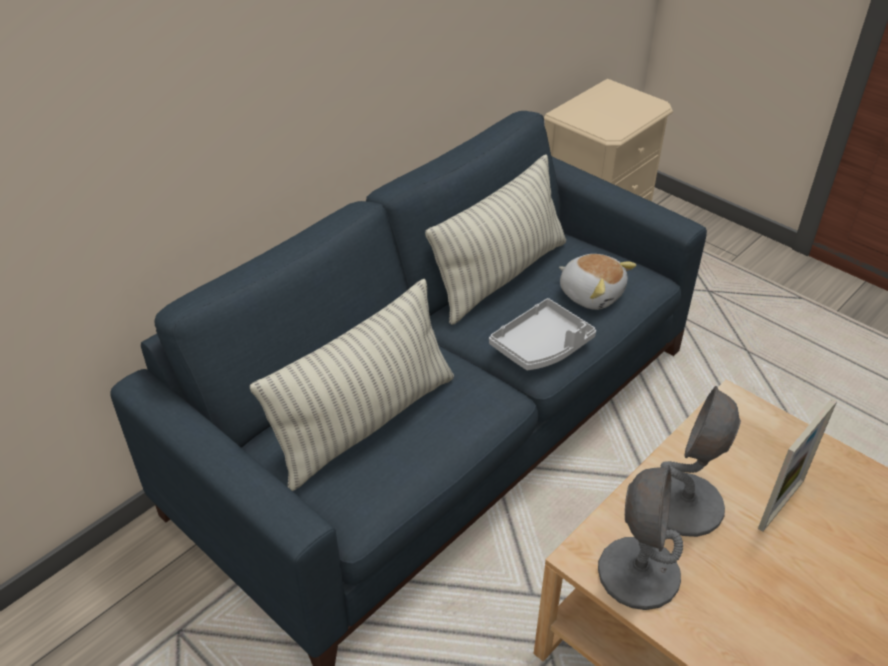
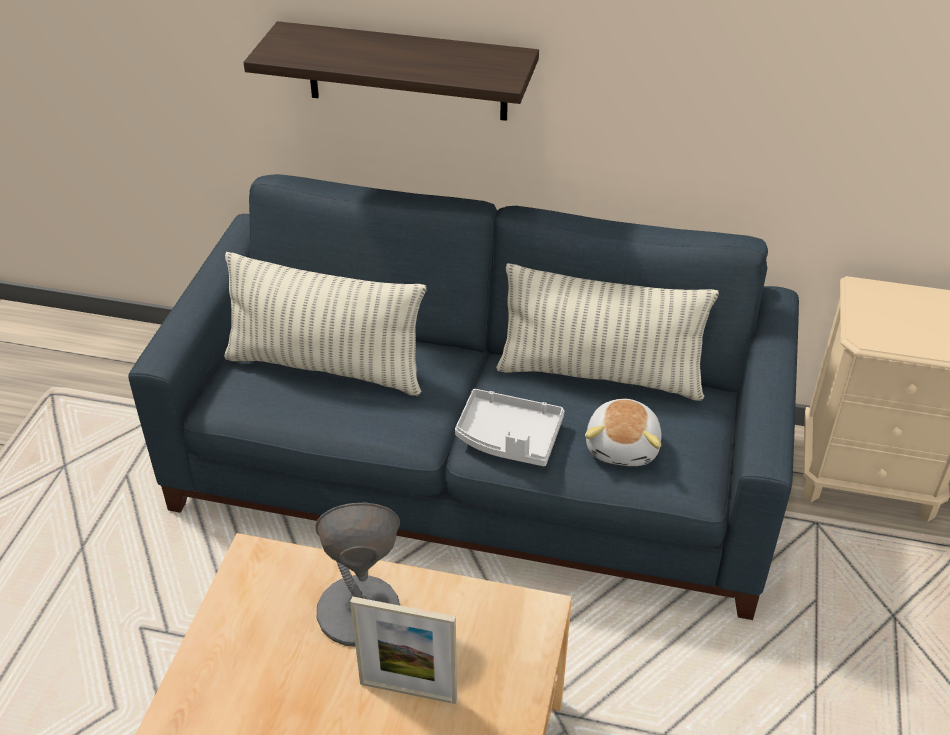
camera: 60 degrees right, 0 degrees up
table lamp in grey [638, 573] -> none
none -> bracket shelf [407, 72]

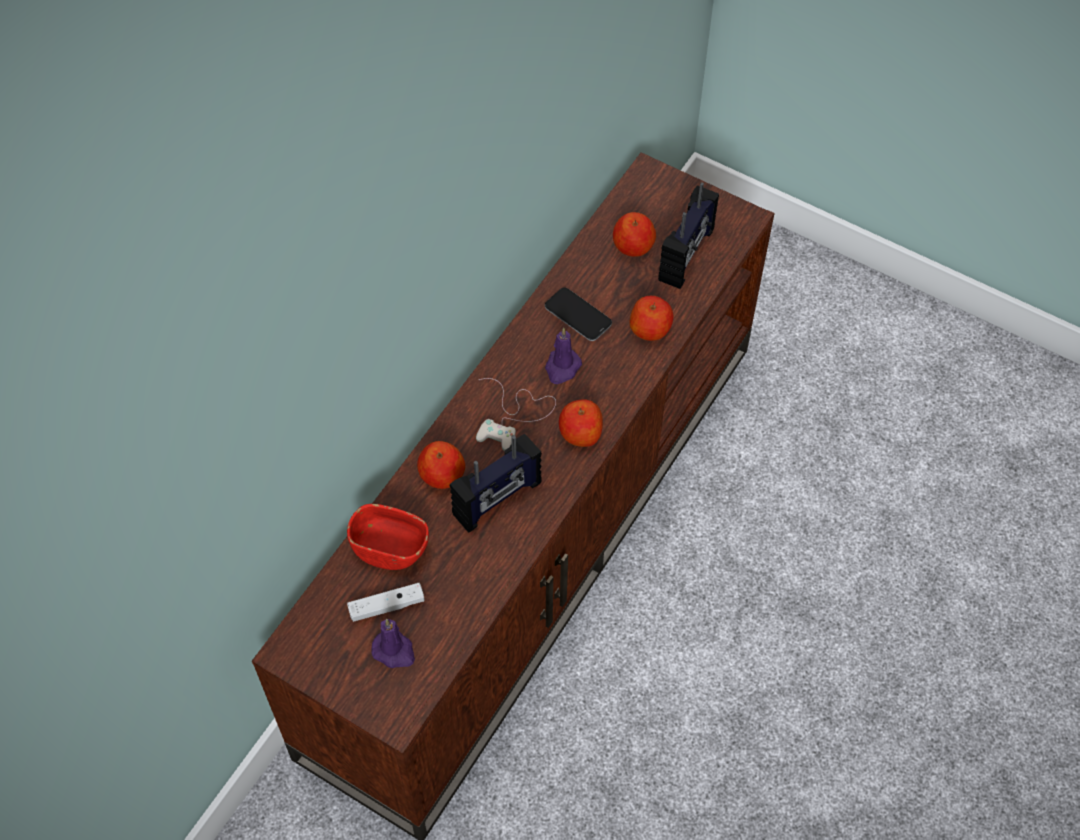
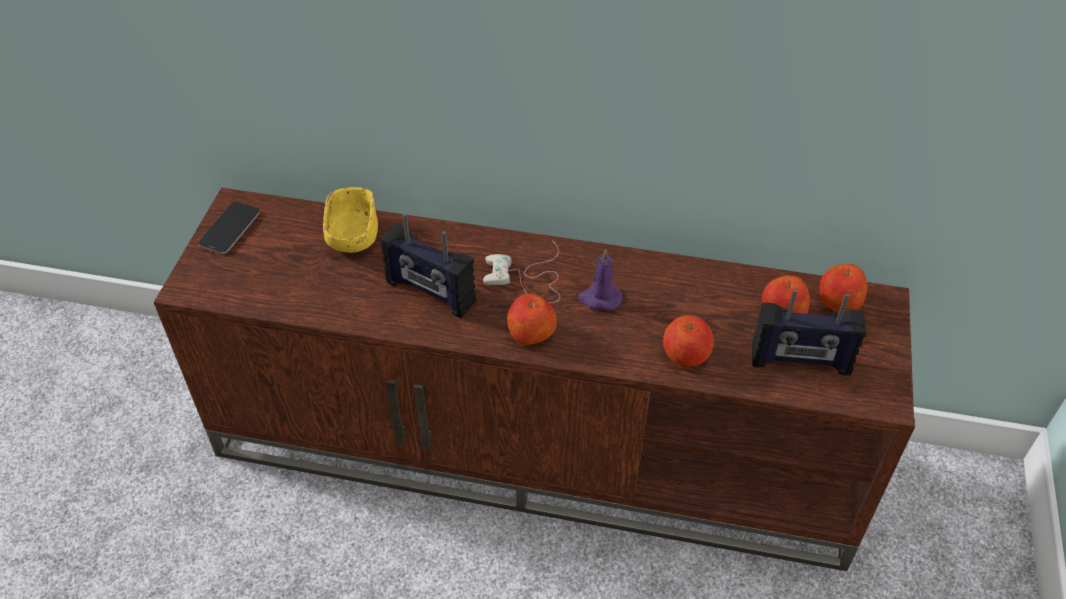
camera: 70 degrees right, 10 degrees down
game controller in white-coloured [386, 606] -> none
candle in purplish [394, 651] -> none
whole apple [442, 475] -> whole apple [838, 301], move
handset [578, 315] -> handset [229, 229], move
bowl in red [390, 548] -> bowl in yellow-coloured [353, 236]

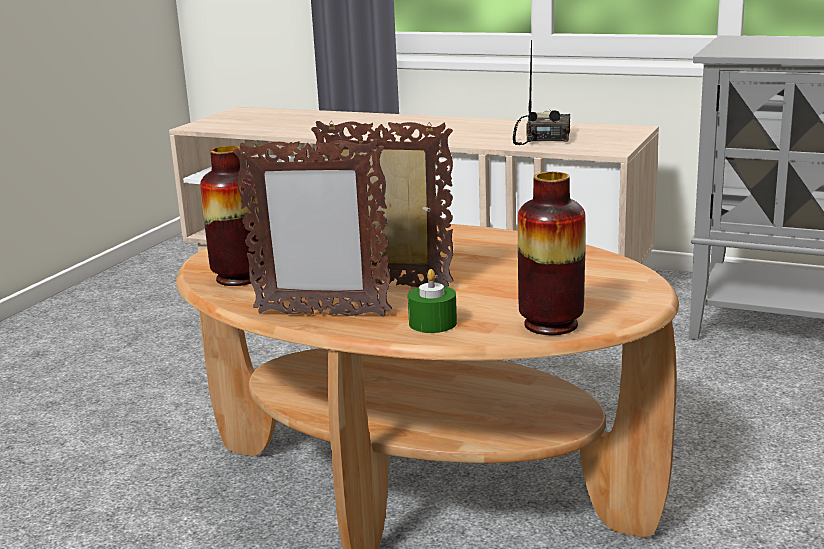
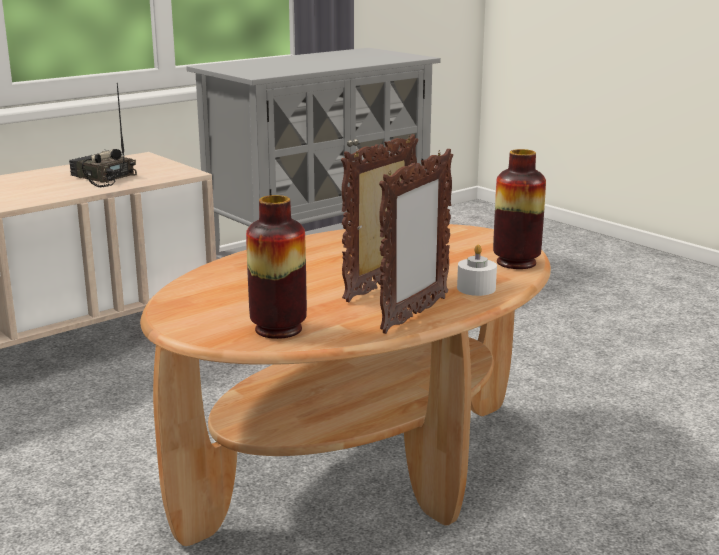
camera: 65 degrees left, 0 degrees up
candle in green [432, 323] -> candle in white-coloured [476, 288]

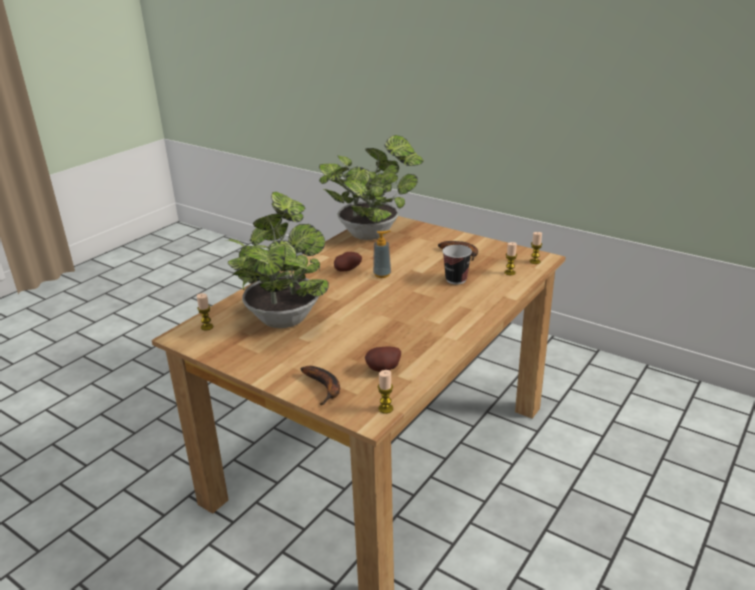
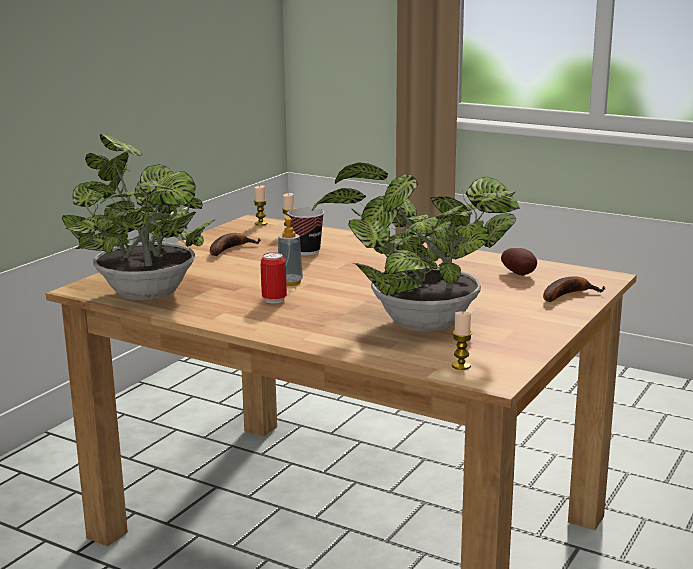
camera: 95 degrees left, 10 degrees down
candle [385, 408] -> none
potato [347, 270] -> can [274, 300]

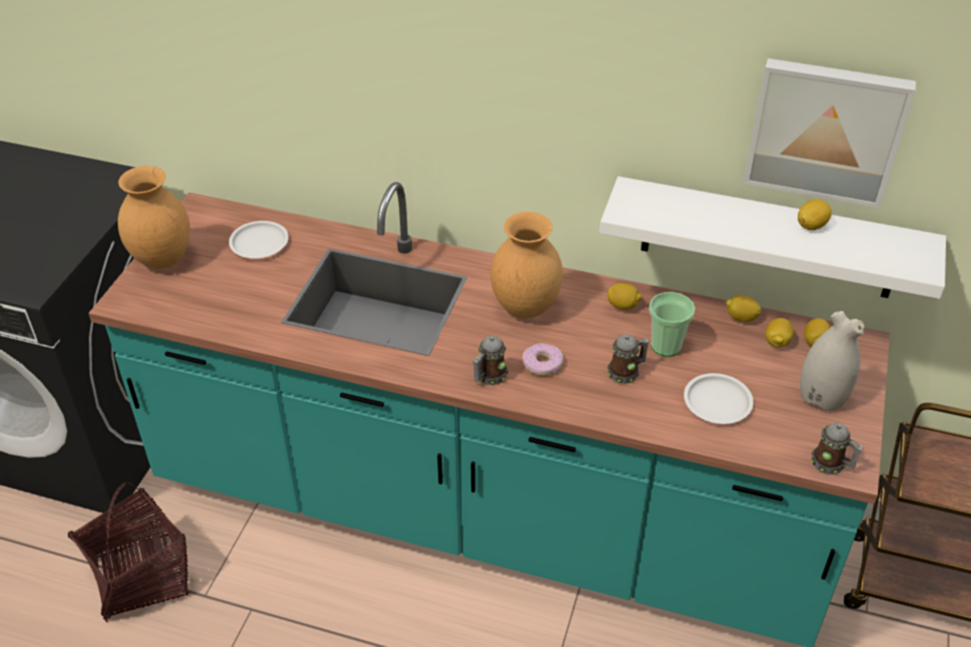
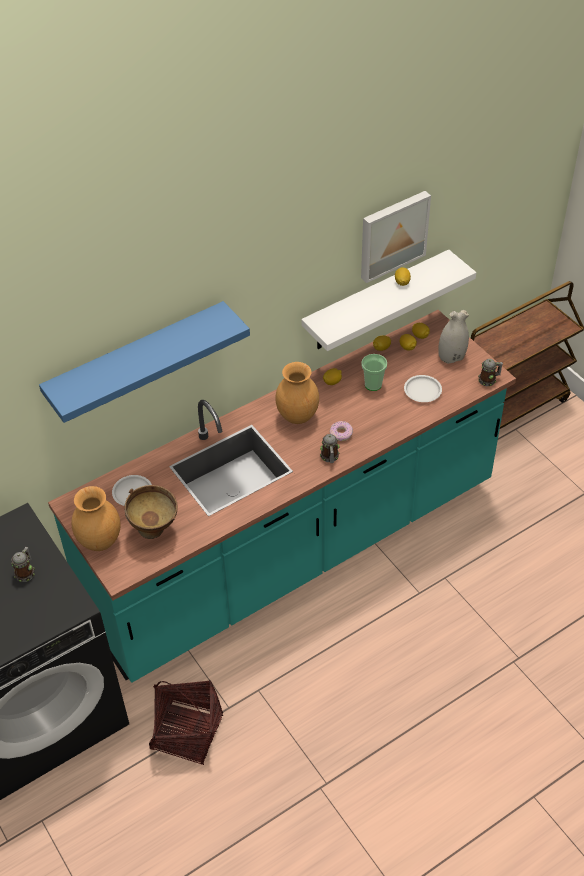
camera: 50 degrees left, 5 degrees up
none -> bracket shelf in blue-coloured [137, 361]
none -> bowl in brown [156, 531]
mug [626, 372] -> mug [26, 572], move

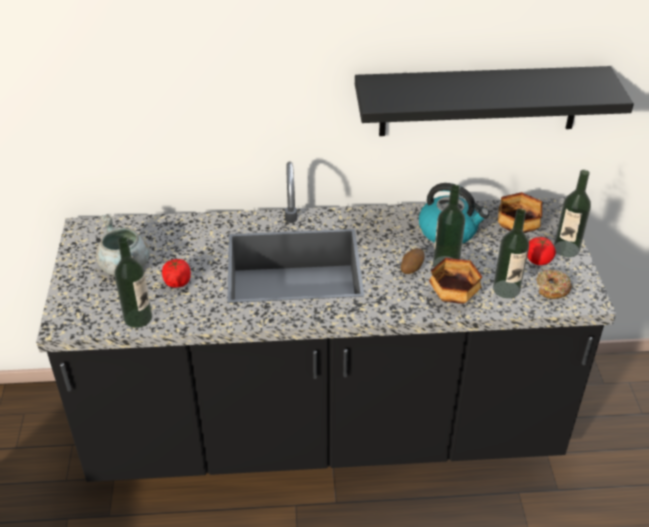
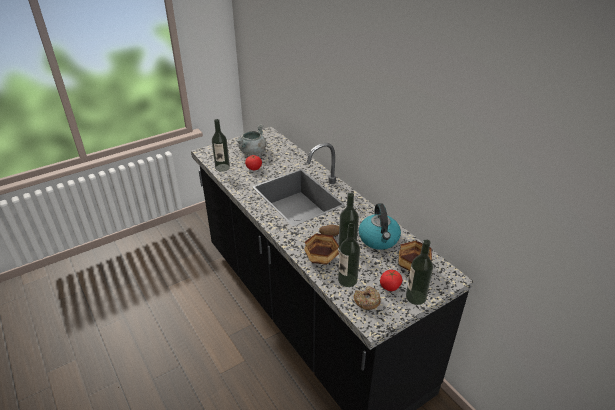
camera: 60 degrees right, 5 degrees down
bracket shelf in blackish [479, 101] -> none

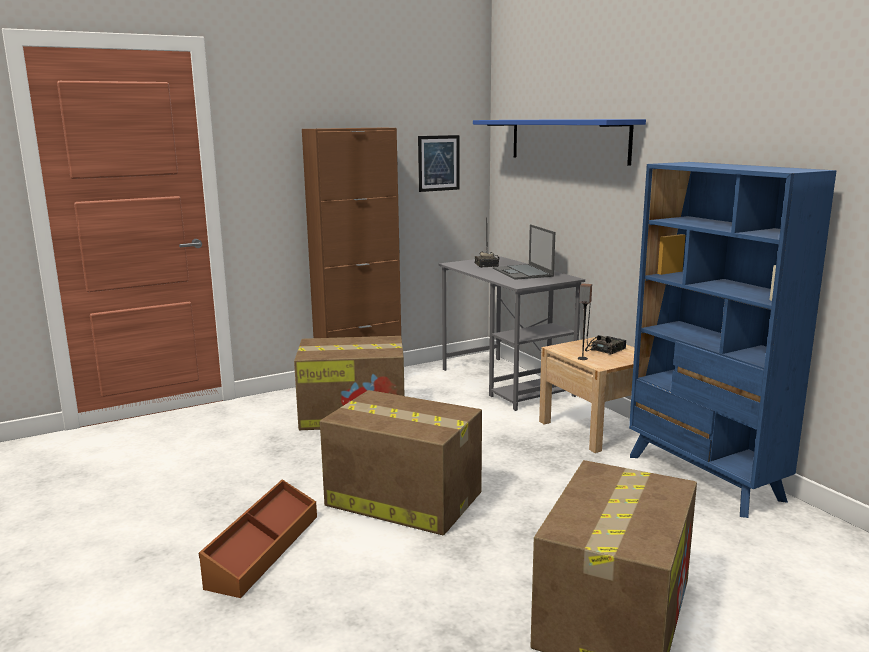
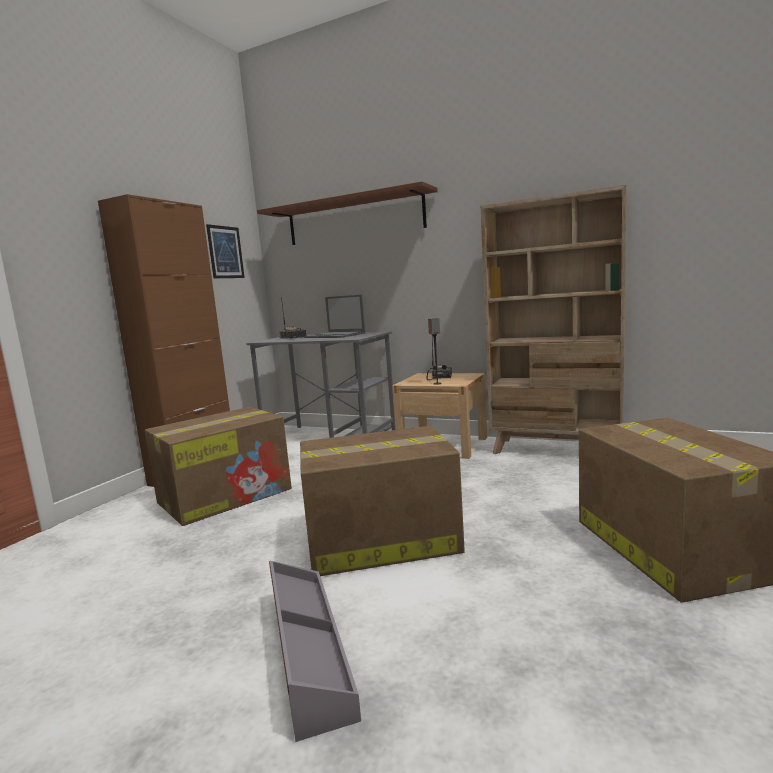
camera: 35 degrees left, 5 degrees down
storage box in brown [262, 550] -> storage box in grey [307, 652]
bracket shelf in blue-coloured [567, 140] -> bracket shelf in brown [354, 219]
bookcase in blue-coloured [703, 478] -> bookcase in sand-coloured [556, 450]

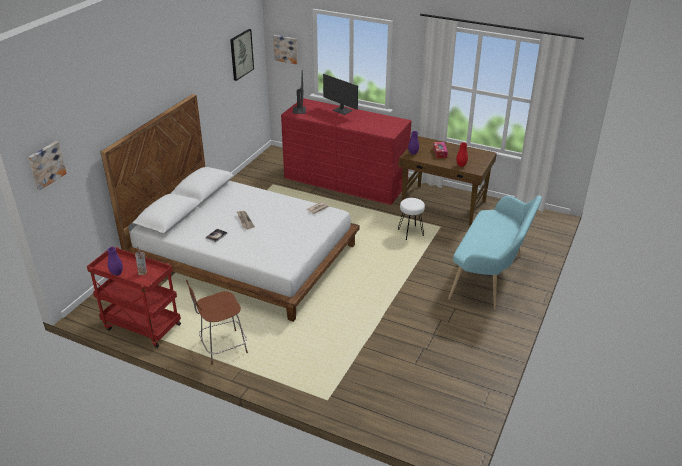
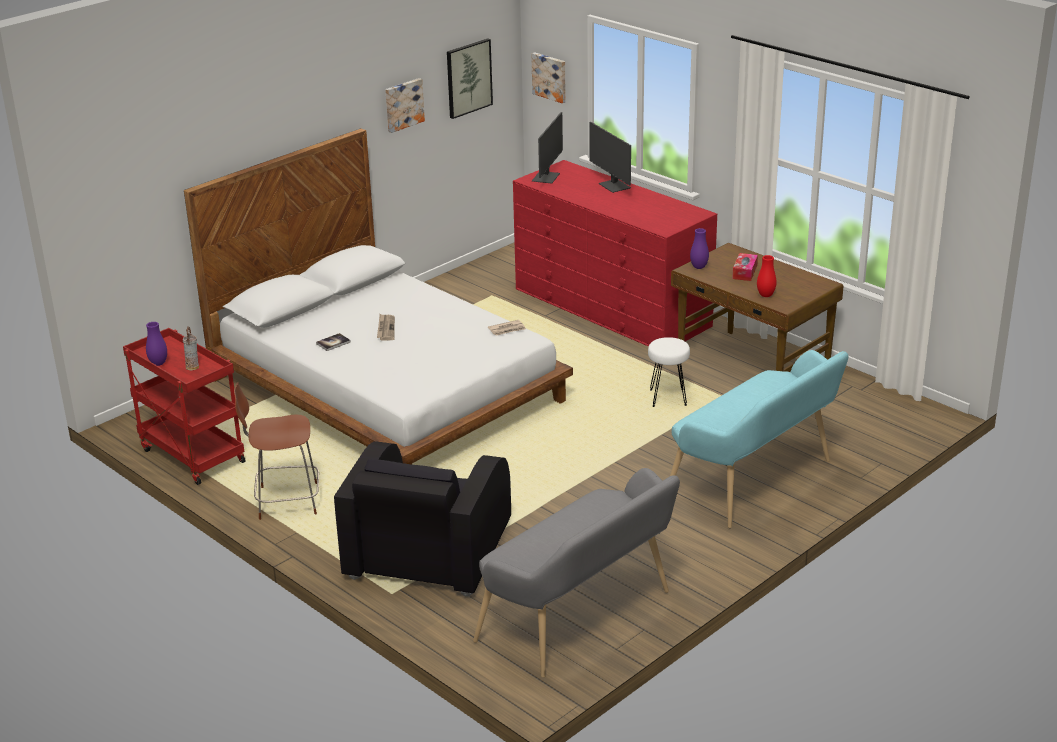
camera: 20 degrees right, 5 degrees down
none -> armchair in blackish [428, 552]
none -> long seat in grey [582, 619]
wall picture [46, 164] -> wall picture [403, 104], move

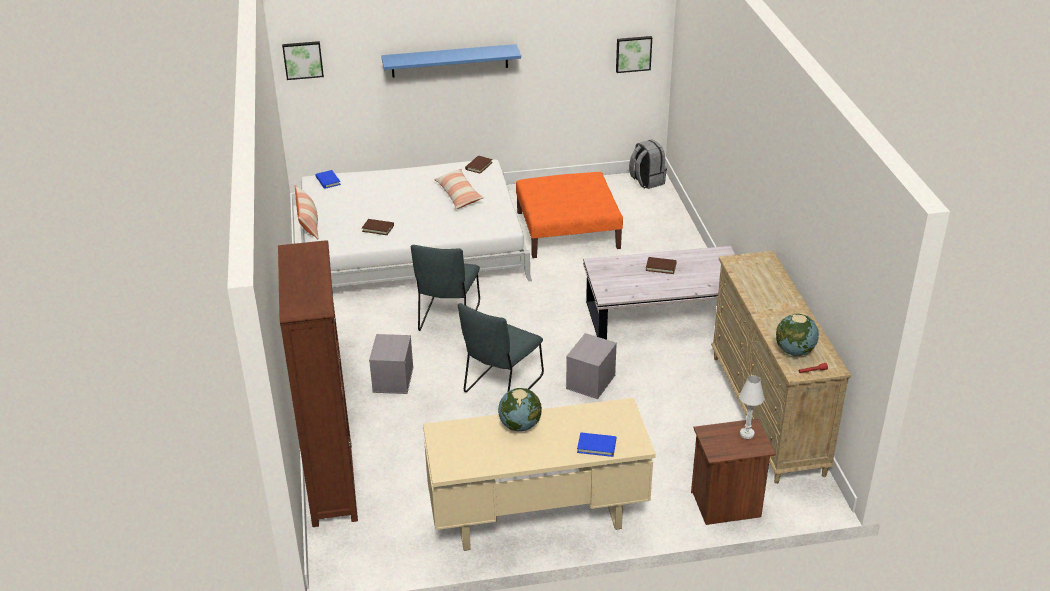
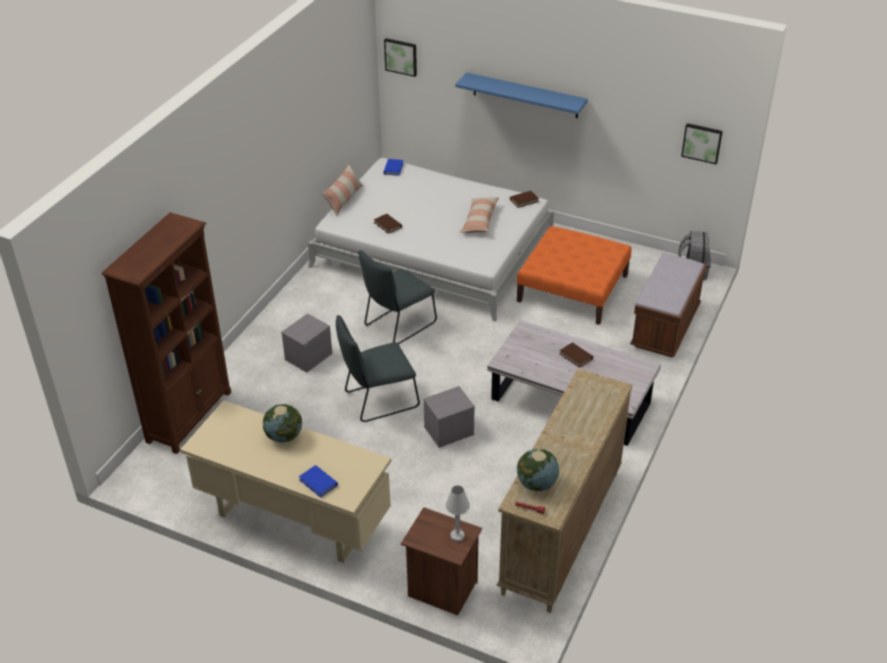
camera: 35 degrees right, 5 degrees up
none -> long seat in brown [665, 327]

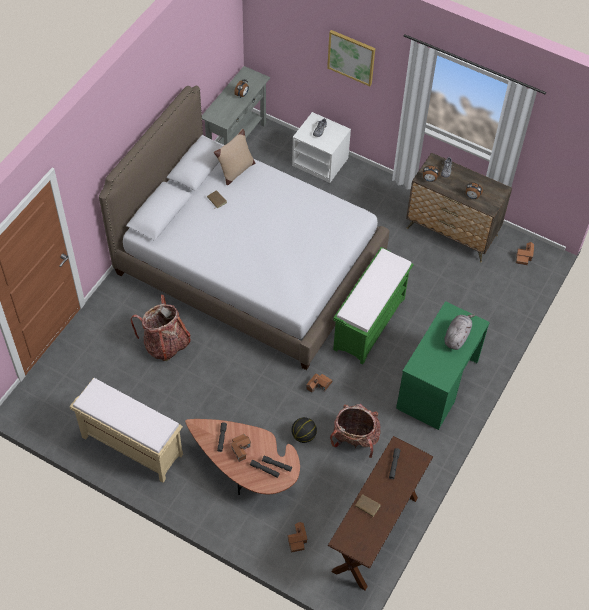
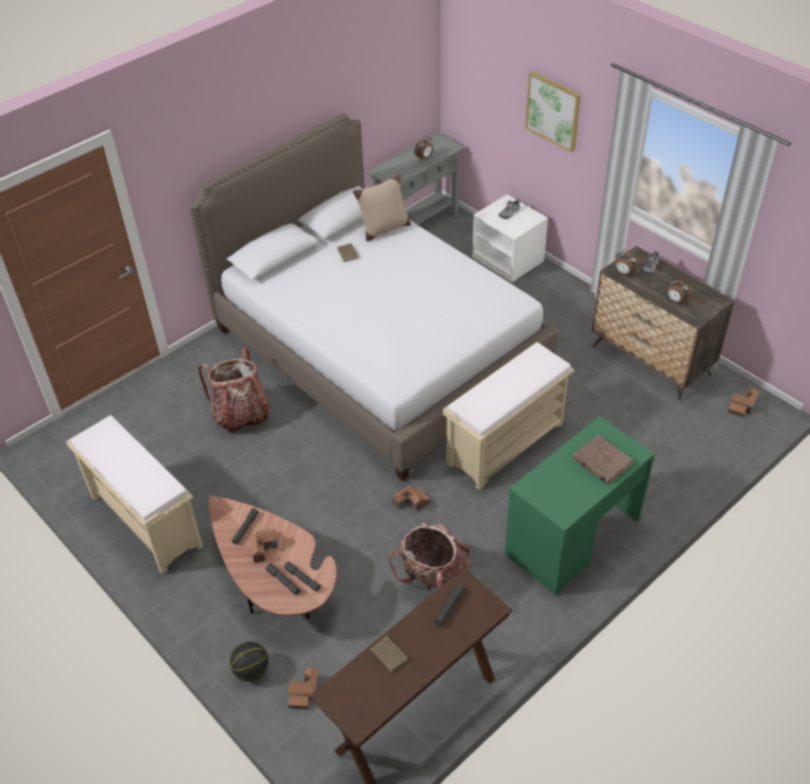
camera: 20 degrees right, 10 degrees down
basketball ball [303, 436] -> basketball ball [251, 670], move
cuddly toy in grey [457, 336] -> book in brown [601, 462]
long seat in green [369, 322] -> long seat in sand-coloured [506, 442]

